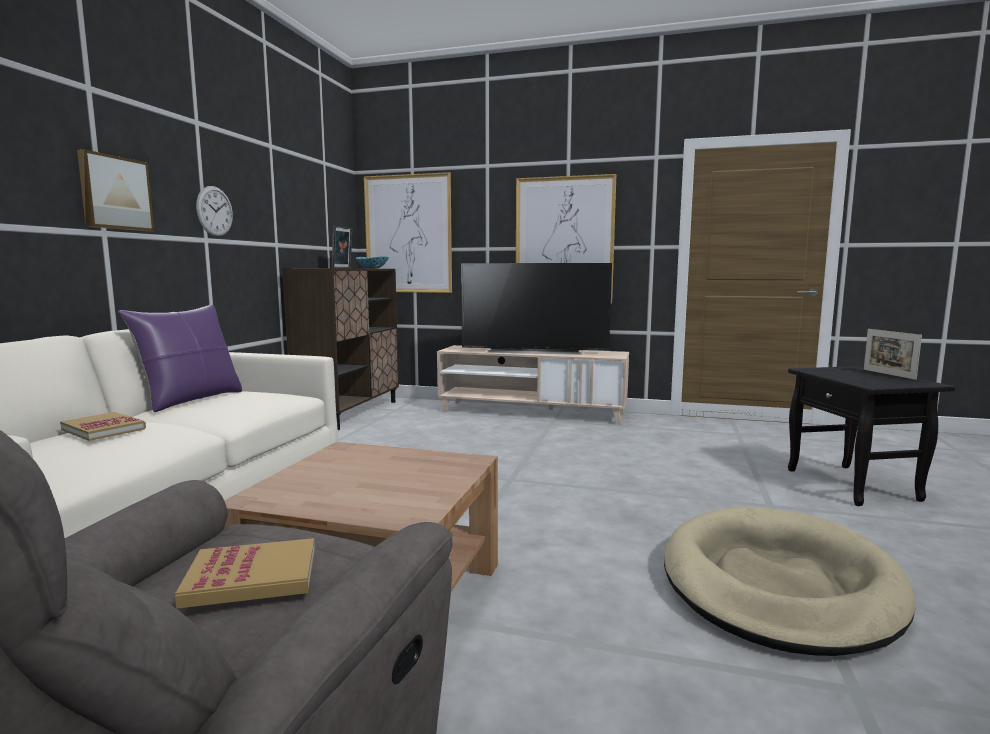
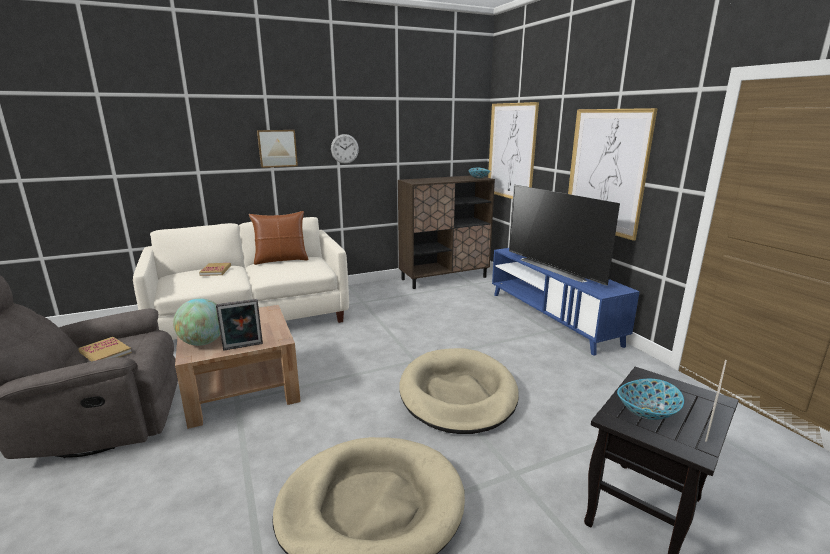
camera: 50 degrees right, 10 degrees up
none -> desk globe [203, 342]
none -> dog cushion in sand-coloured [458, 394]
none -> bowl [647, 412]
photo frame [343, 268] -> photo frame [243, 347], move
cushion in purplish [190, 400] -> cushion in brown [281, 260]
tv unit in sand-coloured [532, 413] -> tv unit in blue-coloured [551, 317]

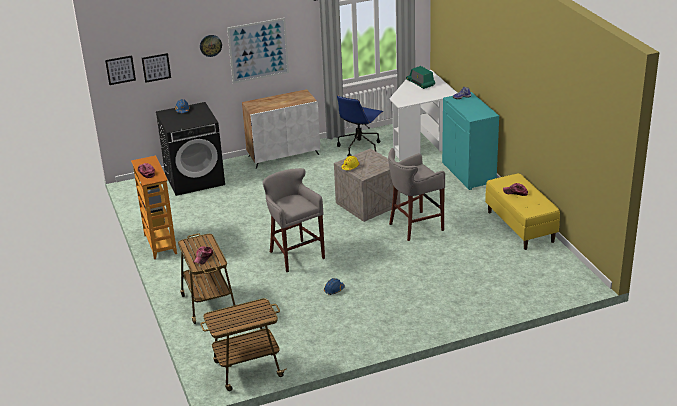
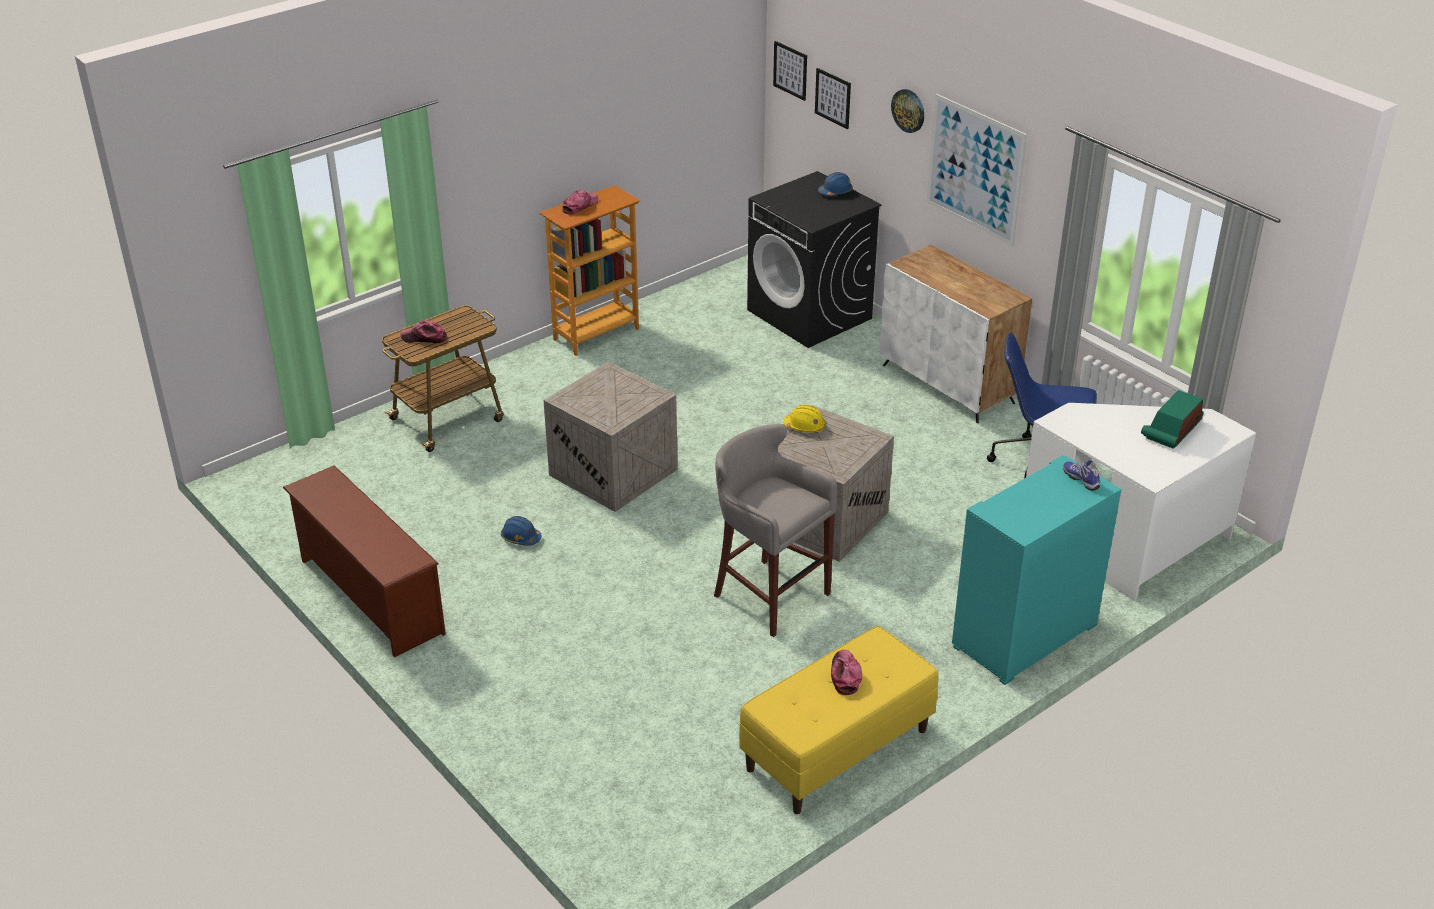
camera: 70 degrees right, 5 degrees up
trolley [246, 370] -> none
none -> shoe stand in brown [369, 596]
stool seat in grey [295, 255] -> packing crate [615, 472]

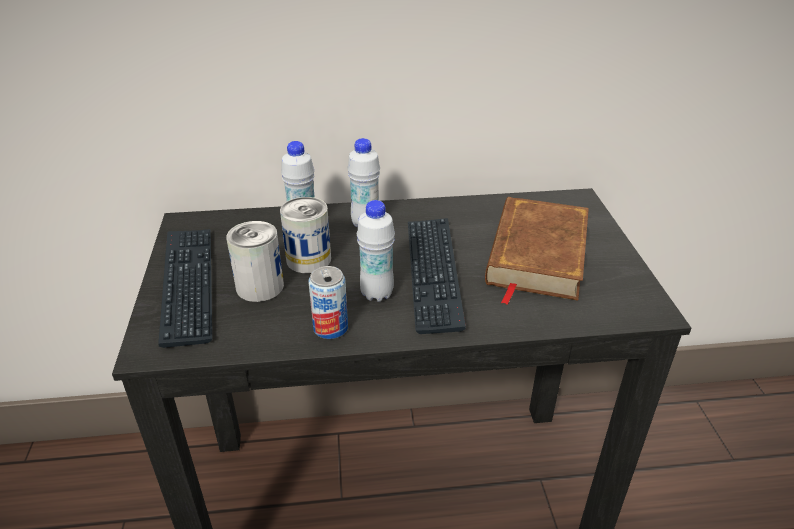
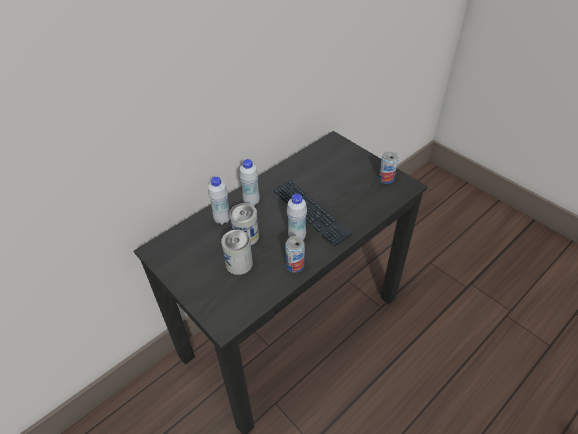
camera: 35 degrees left, 10 degrees up
computer keyboard [188, 284] -> none
book in brown [536, 254] -> none
none -> can [386, 179]

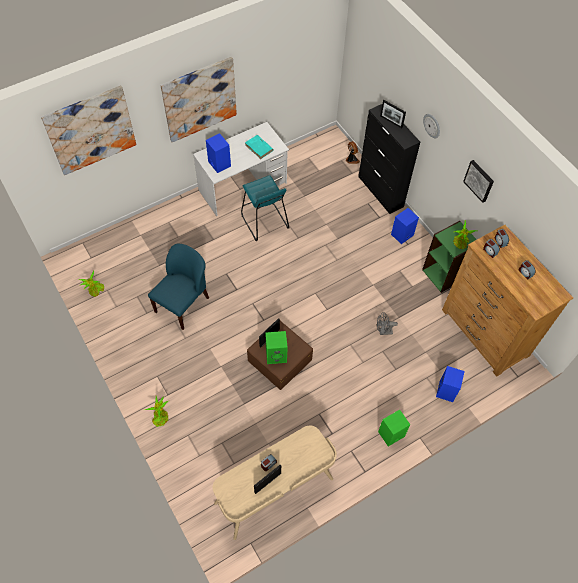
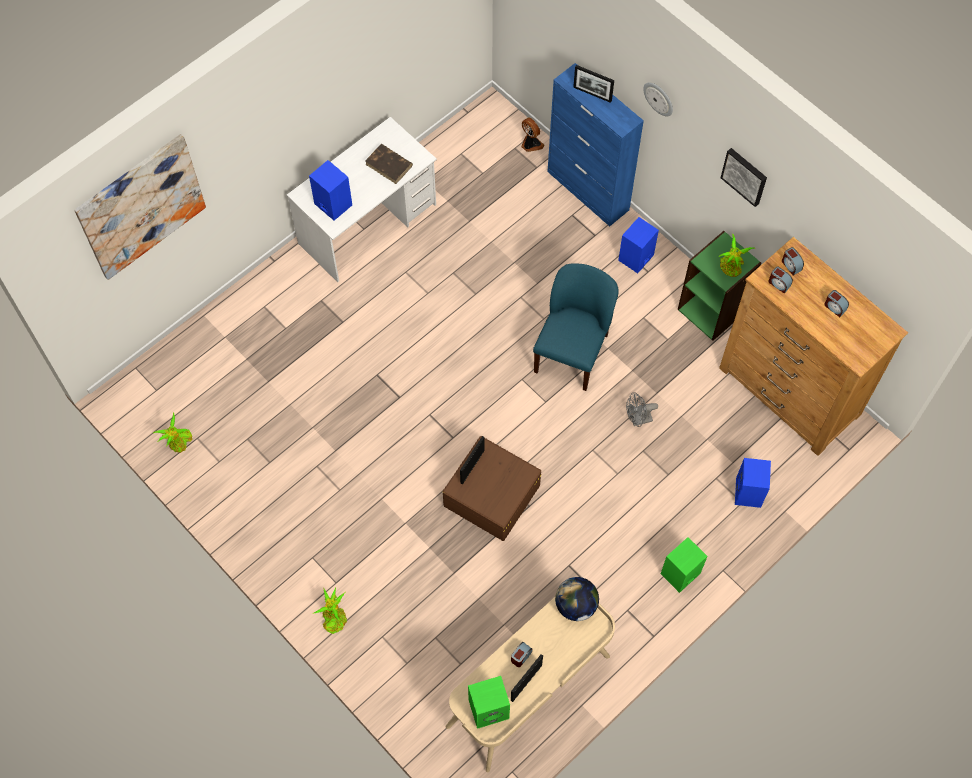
camera: 10 degrees left, 5 degrees up
wall picture [199, 99] -> none
stool seat in turquoise [264, 221] -> none
none -> desk globe [576, 605]
upright chair in blue-coloured [183, 304] -> upright chair in blue-coloured [572, 352], move
audio speaker in green [276, 355] -> audio speaker in green [489, 708], move
book in turquoise [259, 148] -> book in brown [389, 165]
cupboard in blackish [380, 192] -> cupboard in blue-coloured [588, 191]

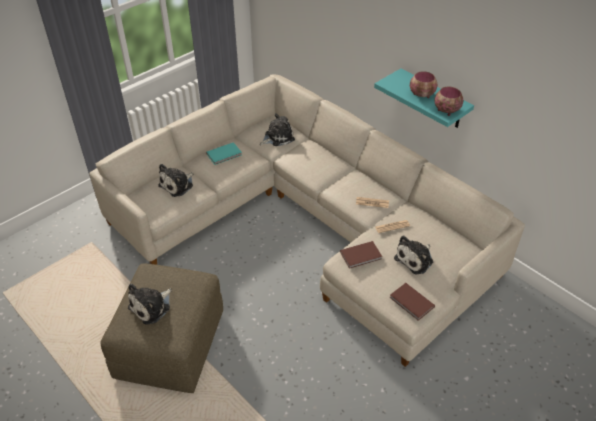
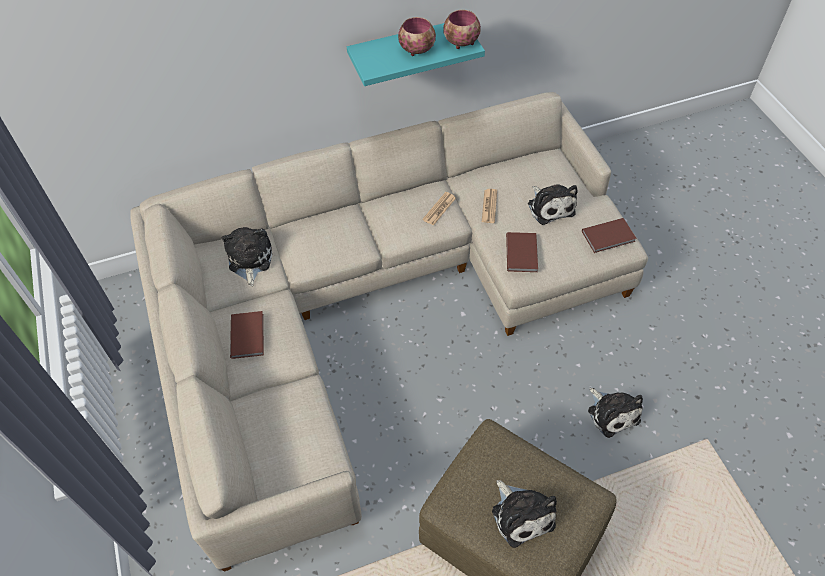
camera: 65 degrees left, 10 degrees up
cuddly toy [177, 185] -> cuddly toy [612, 413], move
book in turquoise [225, 155] -> book in brown [248, 335]

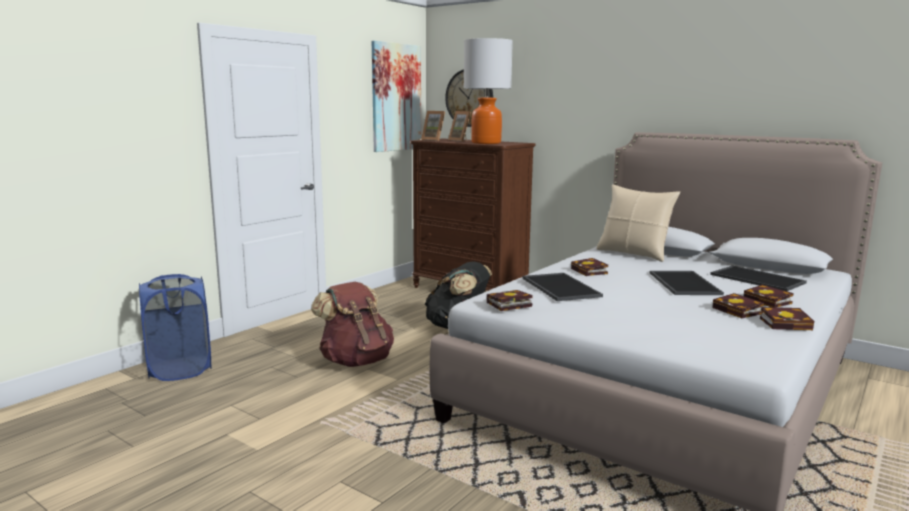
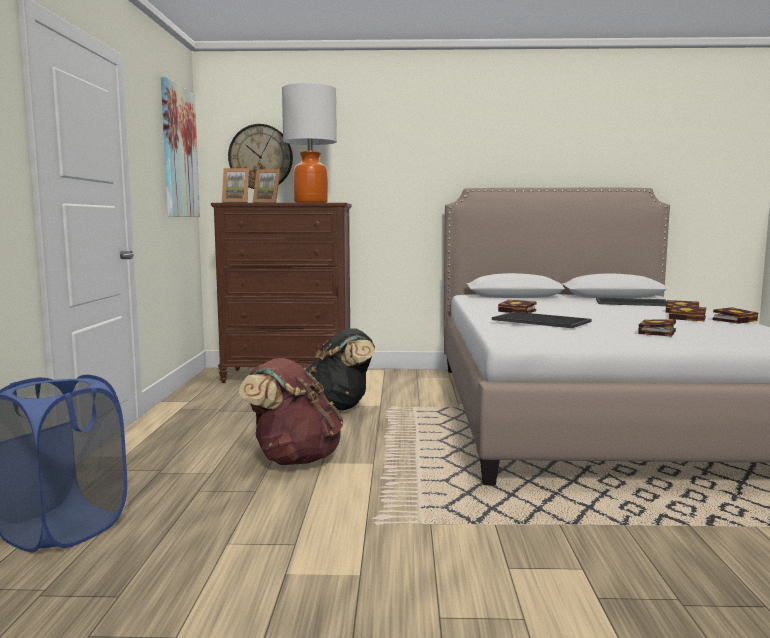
camera: 35 degrees left, 5 degrees down
cushion in sand-coloured [633, 253] -> none
serving tray [682, 283] -> none
book [507, 305] -> book [657, 332], move

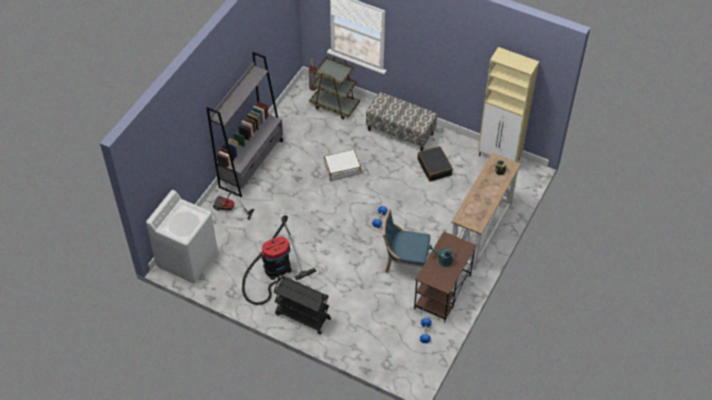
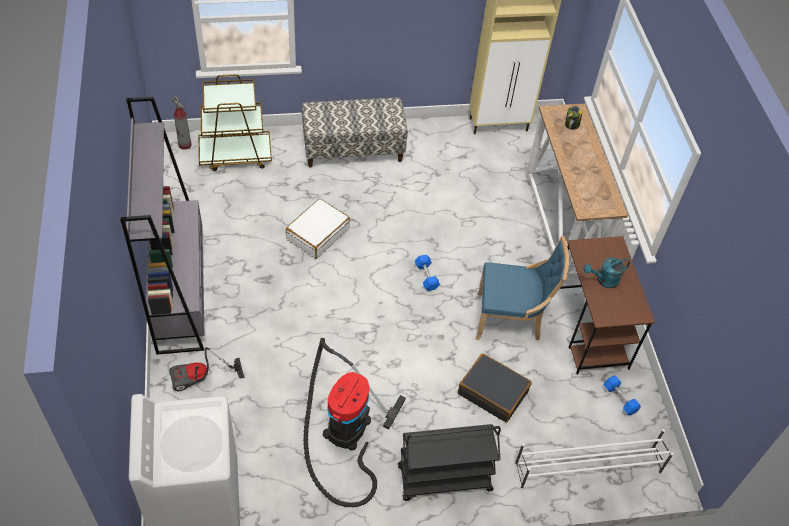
camera: 40 degrees left, 0 degrees up
none -> shoe stand in white-coloured [587, 468]
suitcase in blackish [434, 167] -> suitcase in blackish [493, 392], move
upright chair in blue-coloured [404, 264] -> upright chair in blue-coloured [511, 319], 150 degrees counterclockwise

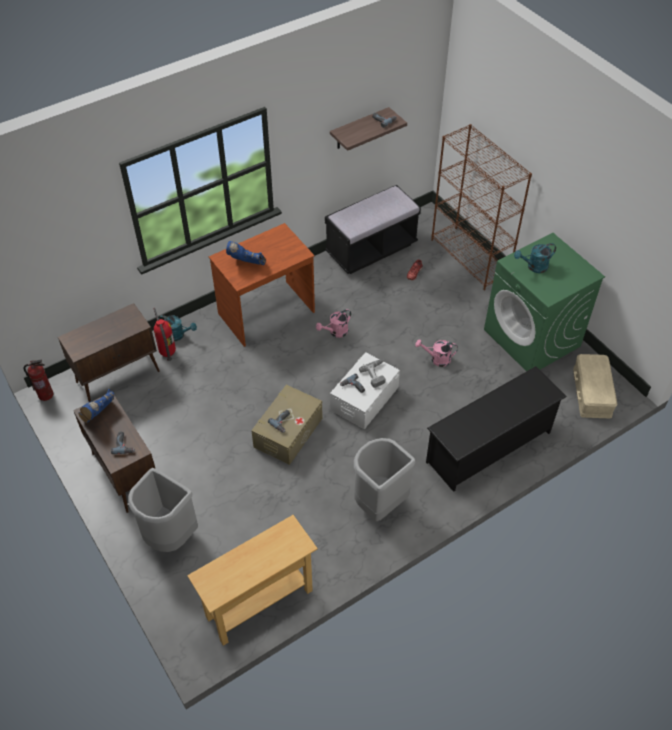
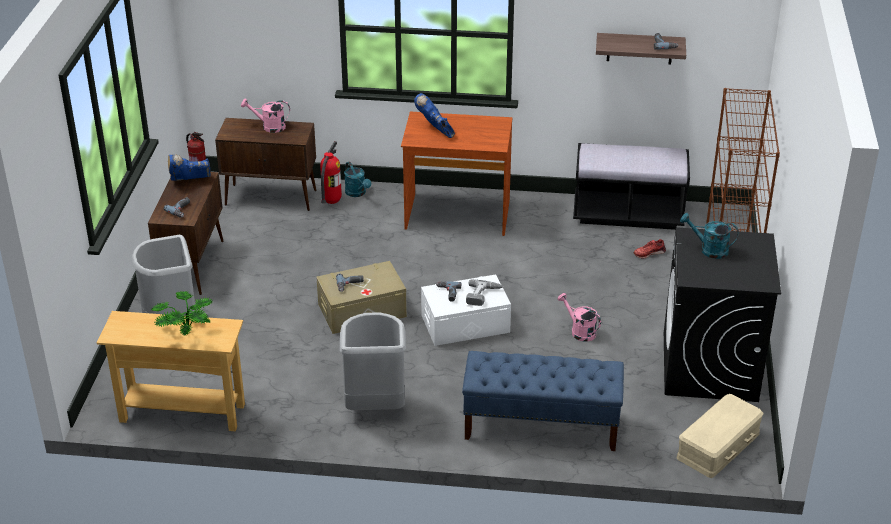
camera: 40 degrees right, 15 degrees down
none -> houseplant [185, 332]
sprinkling can in pink-coloured [335, 332] -> sprinkling can in pink-coloured [269, 127], move
shoe stand in blackish [489, 447] -> long seat in blue-coloured [540, 426]
washing machine in green [532, 338] -> washing machine in blackish [710, 367]

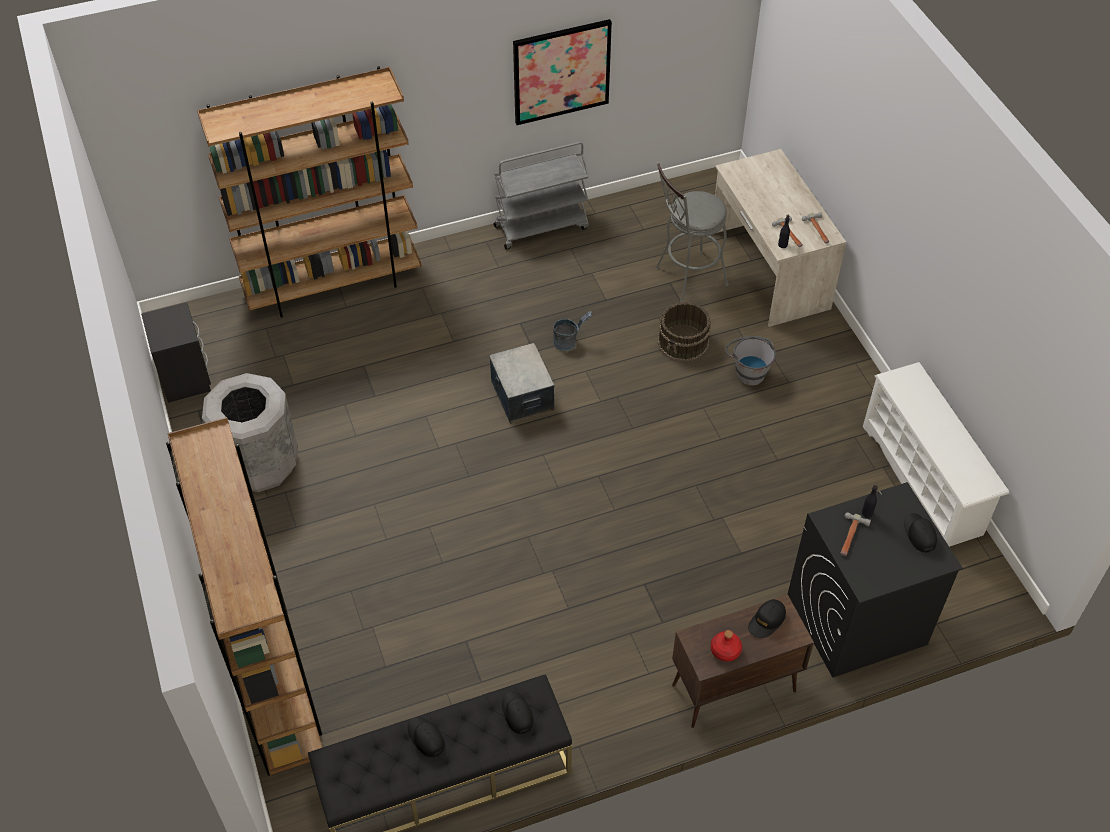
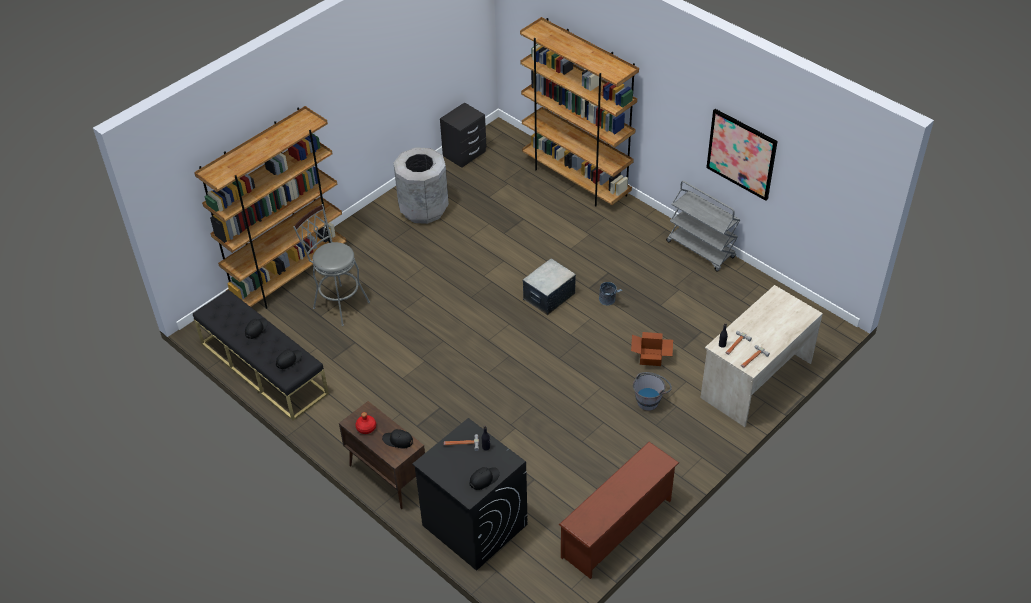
camera: 65 degrees right, 5 degrees down
stool seat in grey [685, 278] -> stool seat in grey [338, 303], move
bucket in brown [683, 342] -> carton [651, 357]
shoe stand in white-coloured [923, 480] -> shoe stand in brown [617, 529]

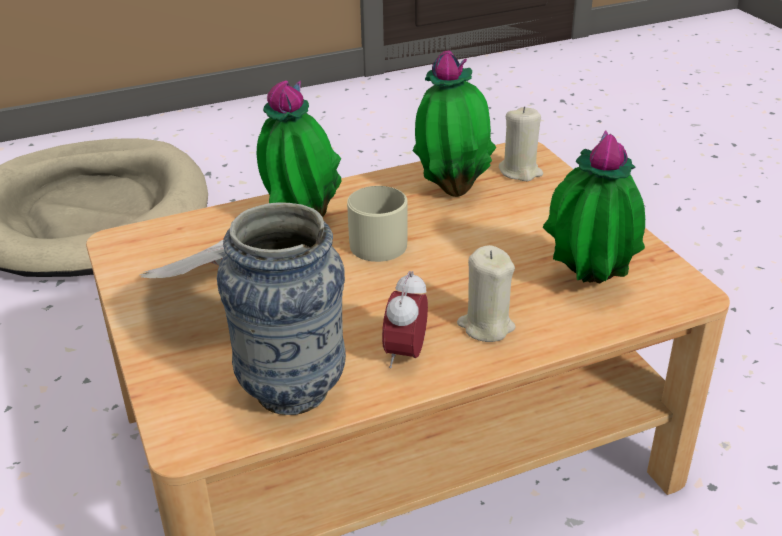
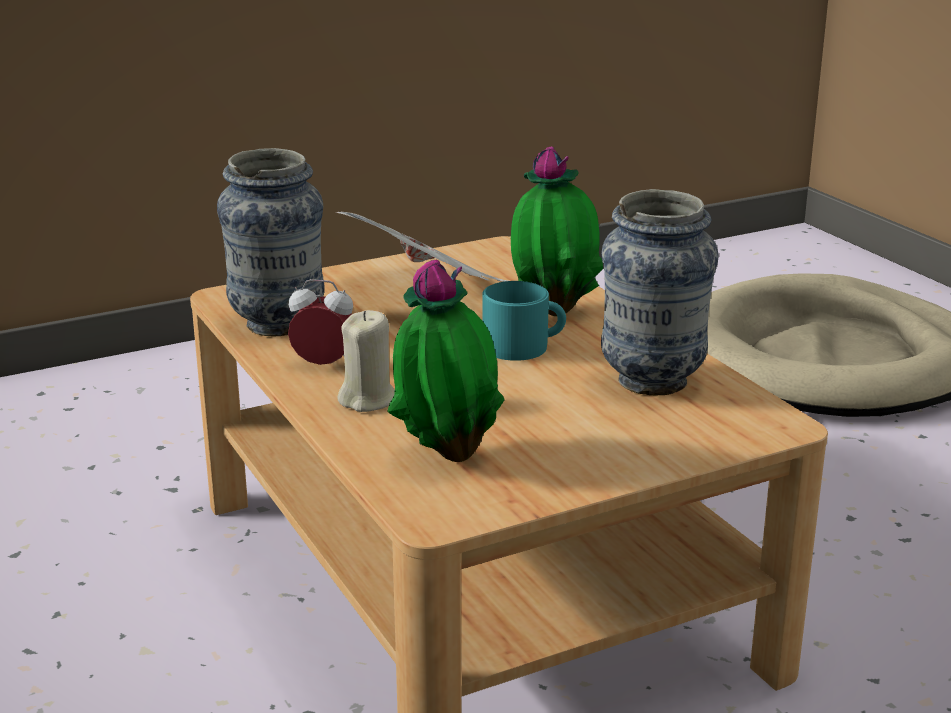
camera: 85 degrees right, 10 degrees down
candle in sand-coloured [520, 171] -> none
houseplant [452, 190] -> flower vase [651, 381]
mug in sand-coloured [378, 241] -> mug in turquoise [523, 346]

